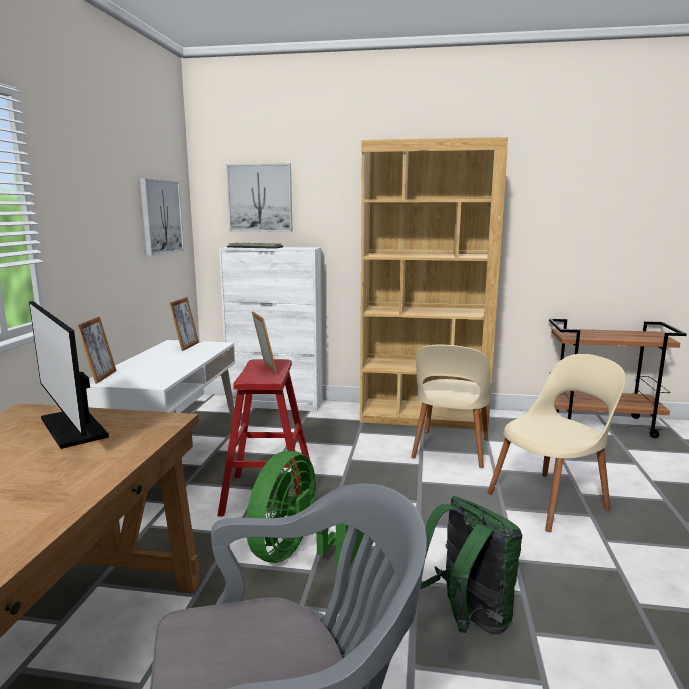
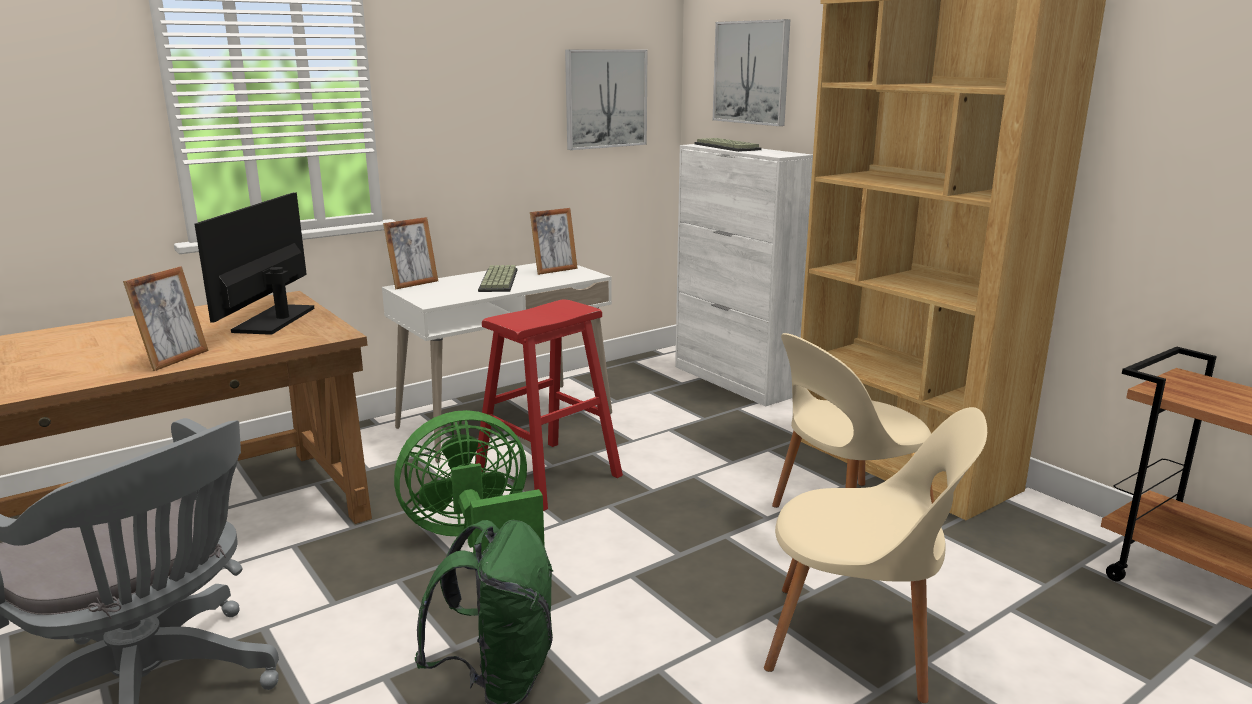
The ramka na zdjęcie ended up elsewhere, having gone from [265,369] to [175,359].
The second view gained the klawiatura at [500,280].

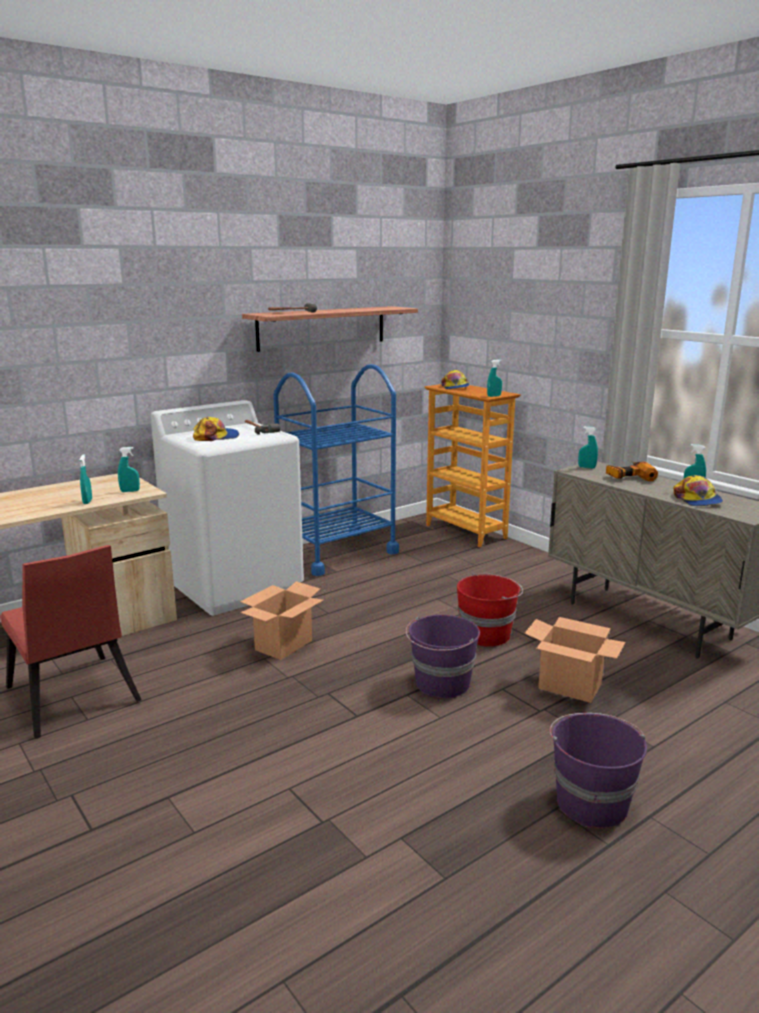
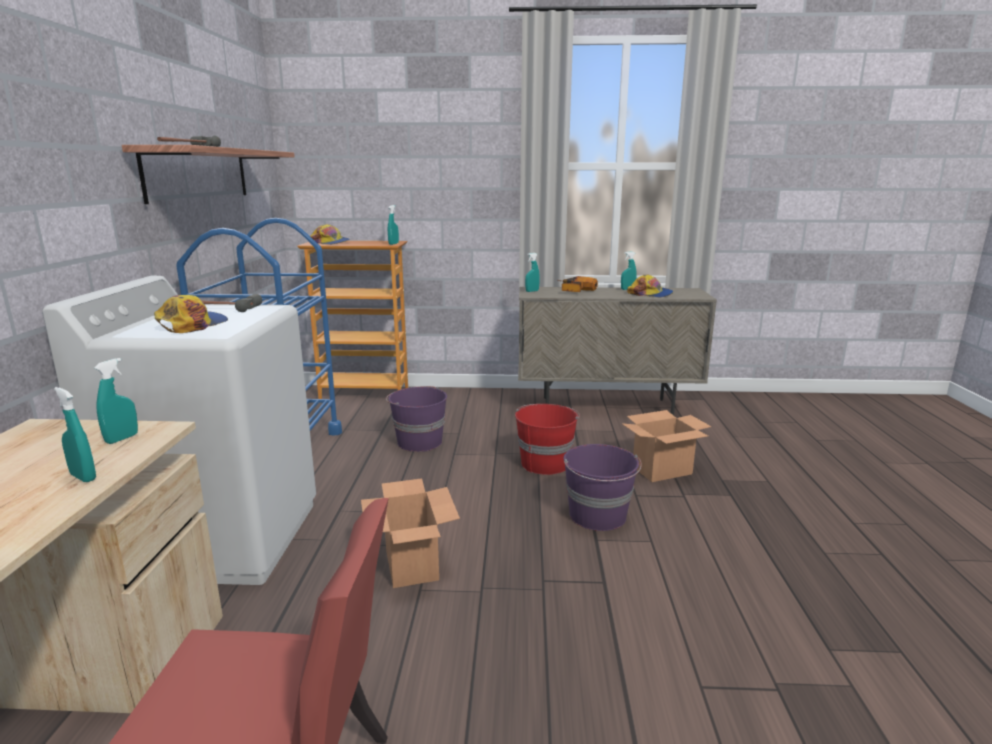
The wiadro/fioletowy ended up elsewhere, having gone from [591,802] to [418,441].

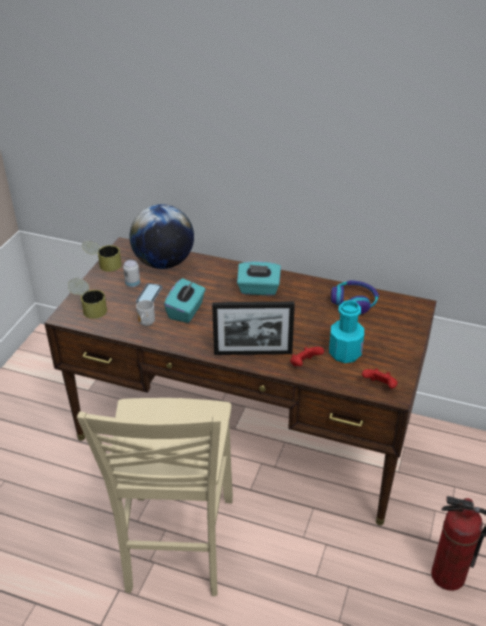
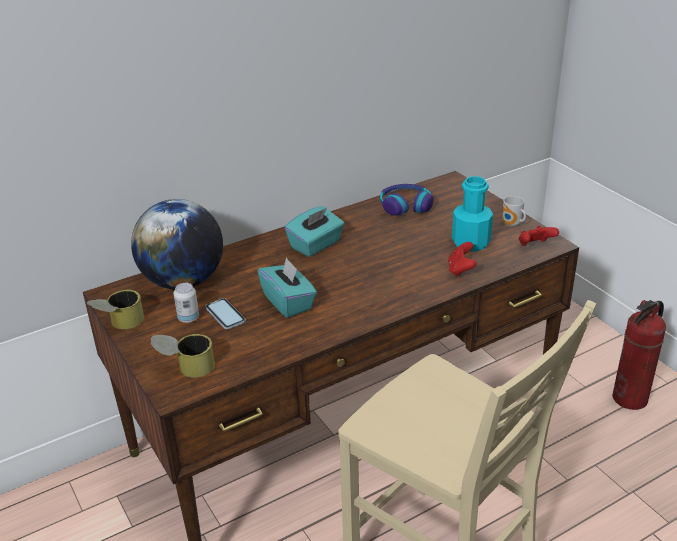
The kubek ended up elsewhere, having gone from [145,324] to [512,225].
The second view lost the ramka na zdjęcie at [253,353].

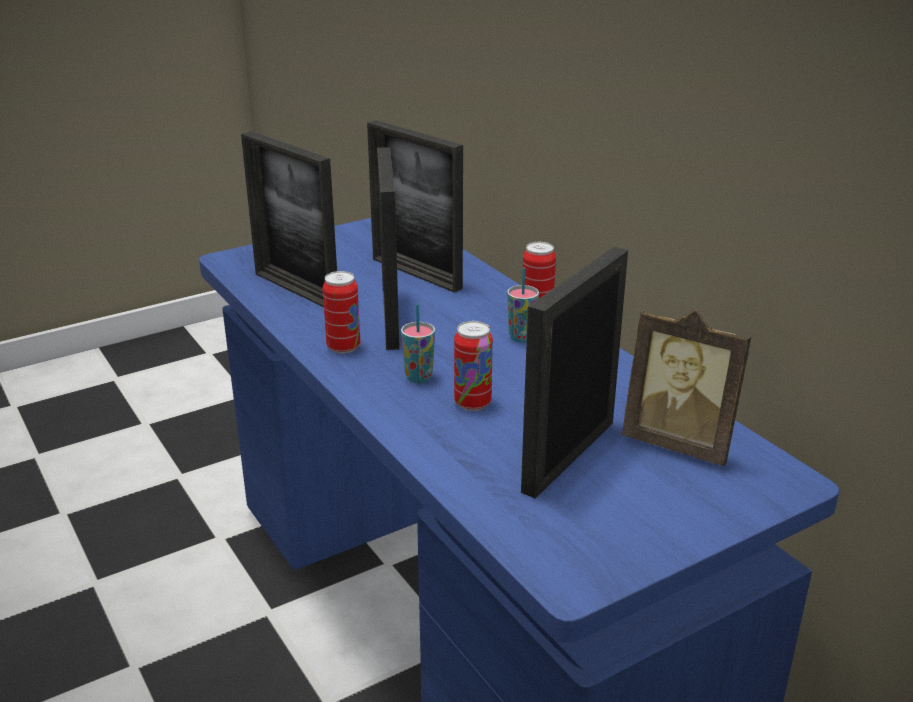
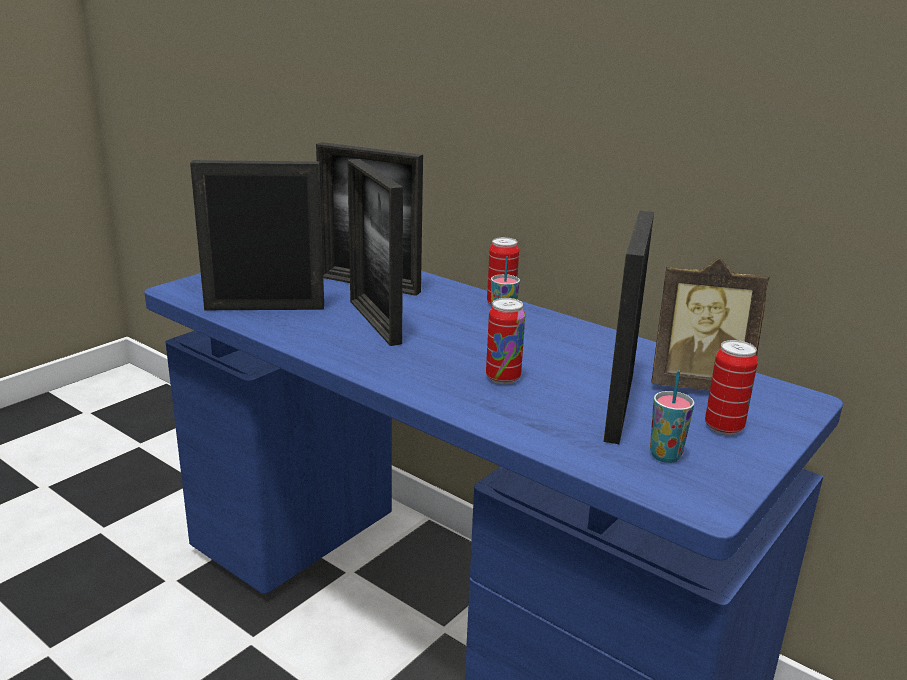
The ramka na zdjęcie at [296,289] ended up facing another way, 150 degrees clockwise from before.
The filiżanka ended up elsewhere, having gone from [419,377] to [665,456].
The puszka ended up elsewhere, having gone from [343,347] to [723,427].

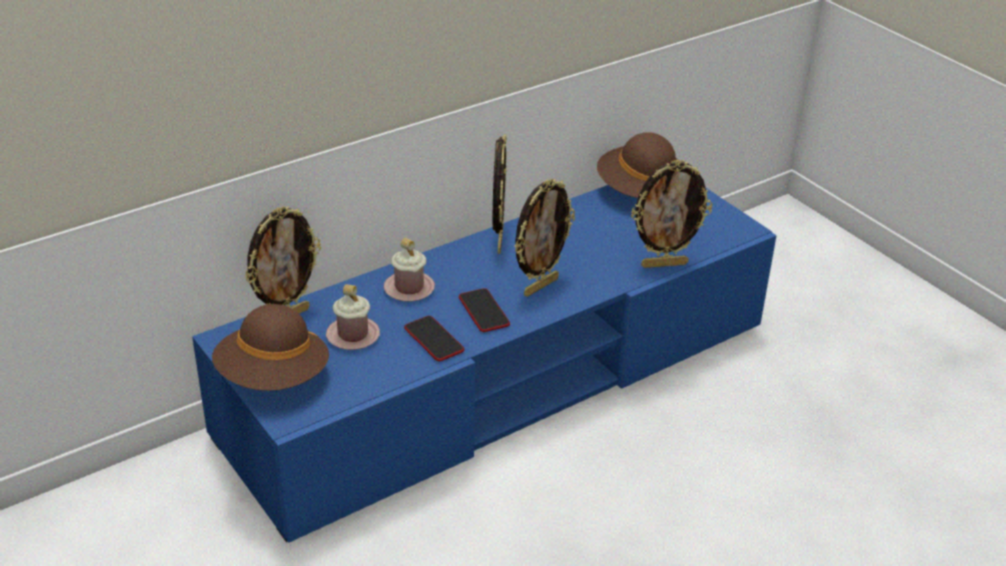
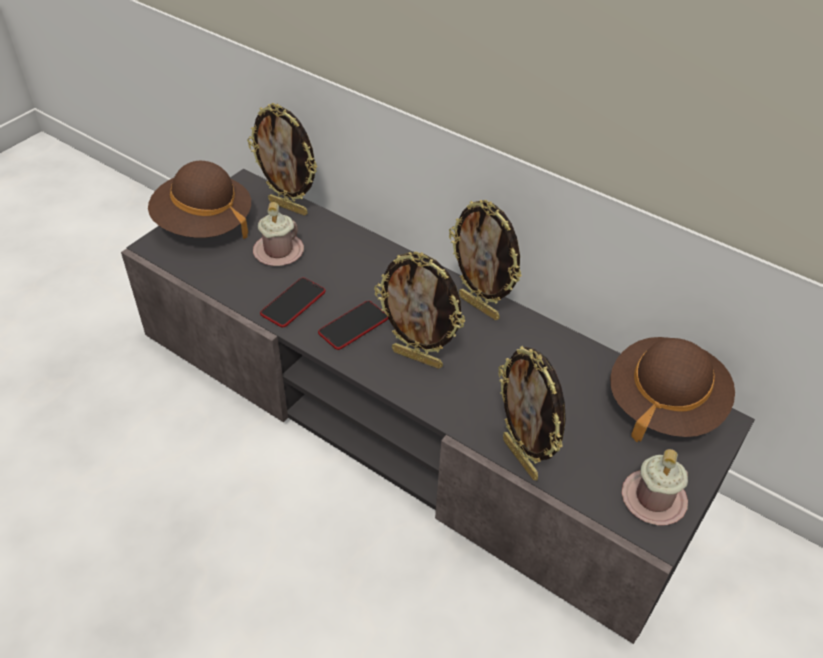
What was the szafka pod telewizor/niebieski at [500,381] turned into the szafka pod telewizor/szary at [408,415].
The ramka na zdjęcie at [498,241] ended up facing another way, 60 degrees clockwise from before.
The kubek/różowy ended up elsewhere, having gone from [409,288] to [653,499].

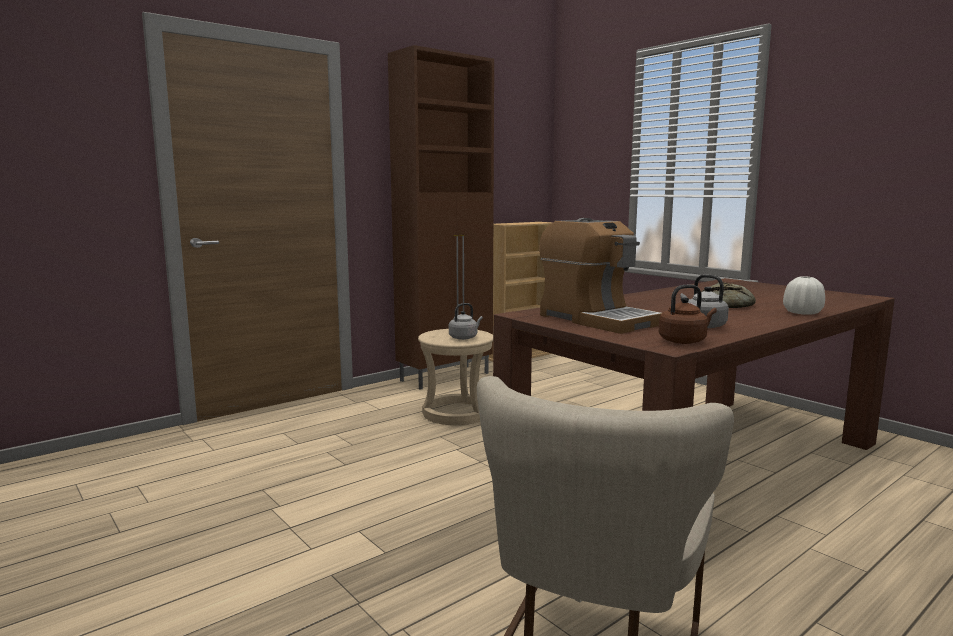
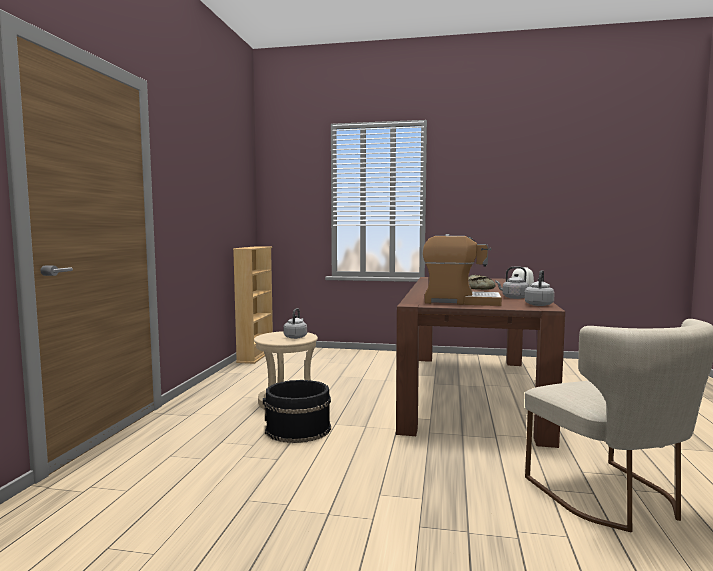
The second view gained the wiadro/czarny at [298,429].
What was the czajnik/brązowy at [684,341] turned into the czajnik/szary at [539,304].
The second view lost the szafka/brązowy at [446,377].

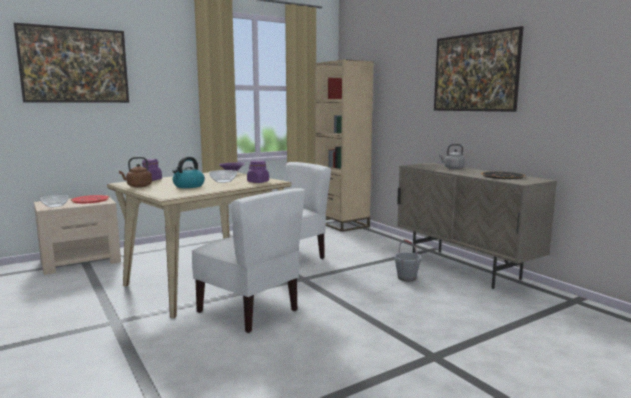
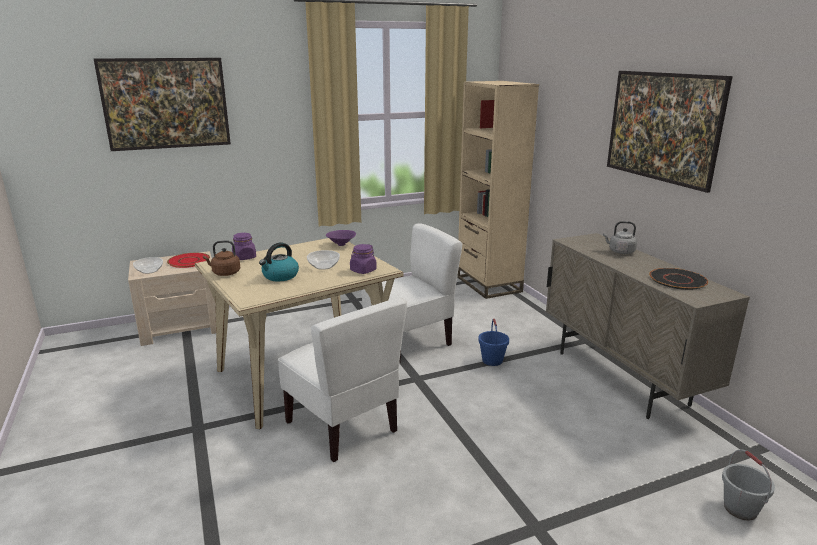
The second view gained the wiadro/niebieski at [492,360].
The wiadro/szary ended up elsewhere, having gone from [407,278] to [740,509].

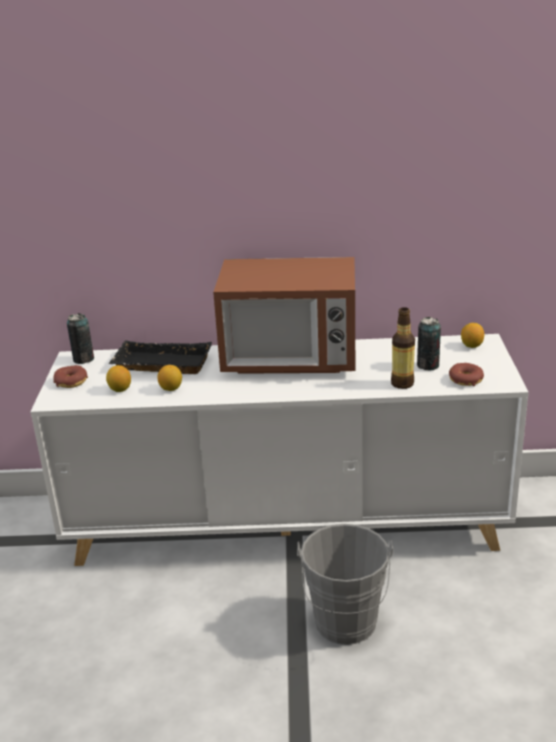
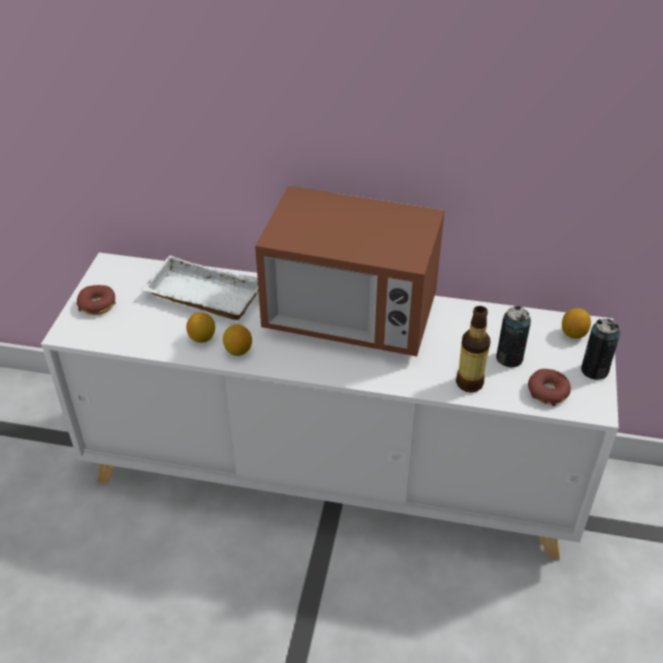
What was the taca/czarny at [160,365] turned into the taca/biały at [201,297].
The cytryna ended up elsewhere, having gone from [120,389] to [238,351].
The puszka ended up elsewhere, having gone from [83,359] to [594,370].
The second view lost the wiadro/szary at [345,627].

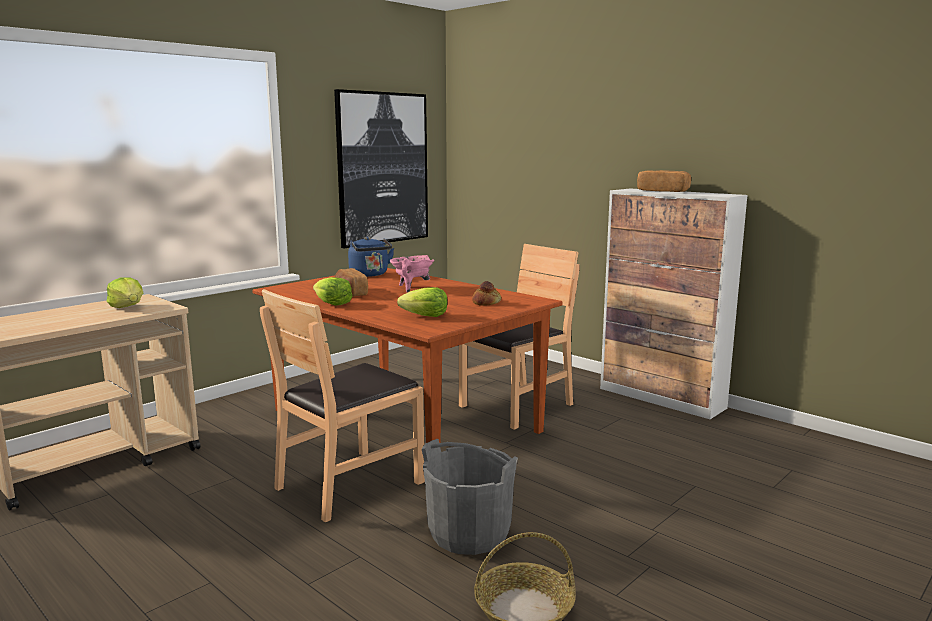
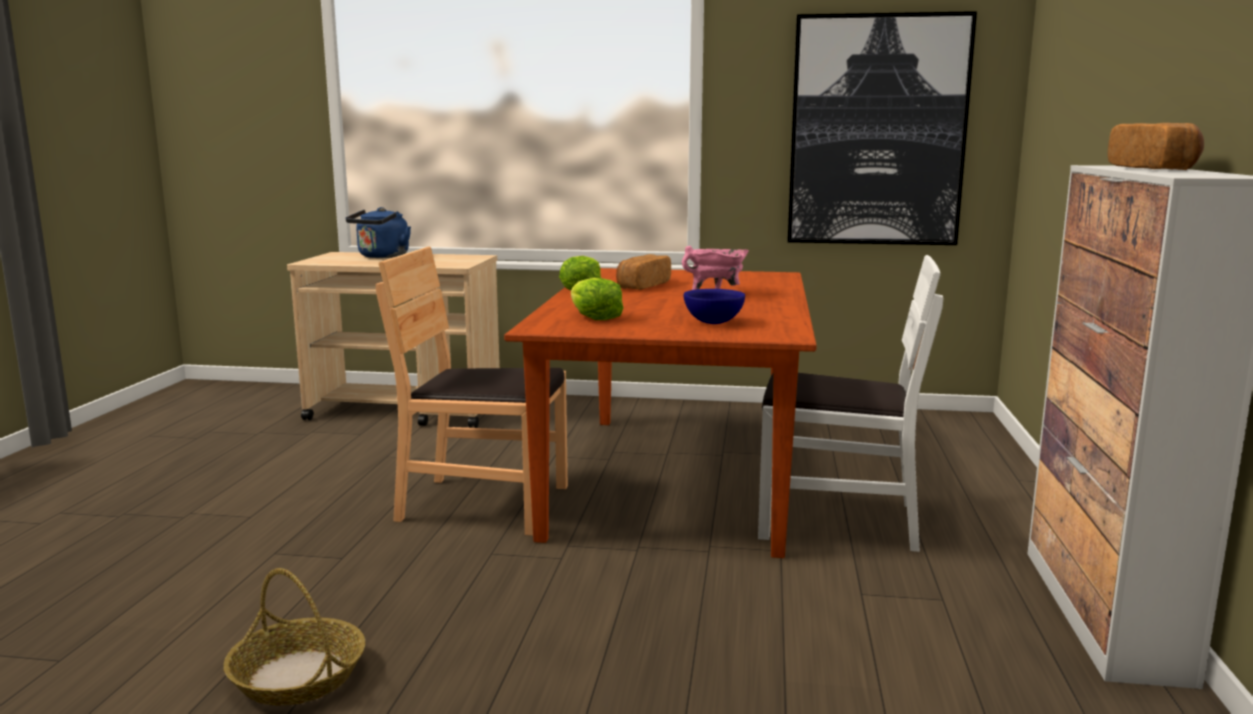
The czajnik/niebieski ended up elsewhere, having gone from [370,275] to [382,257].
Where the chleb stood at [486,303], the miska/niebieski came to stand at [714,323].
What was the krzesło/brązowy at [517,406] turned into the krzesło/biały at [837,519].
The second view lost the sałata at [128,307].
The second view lost the wiadro/szary at [469,533].

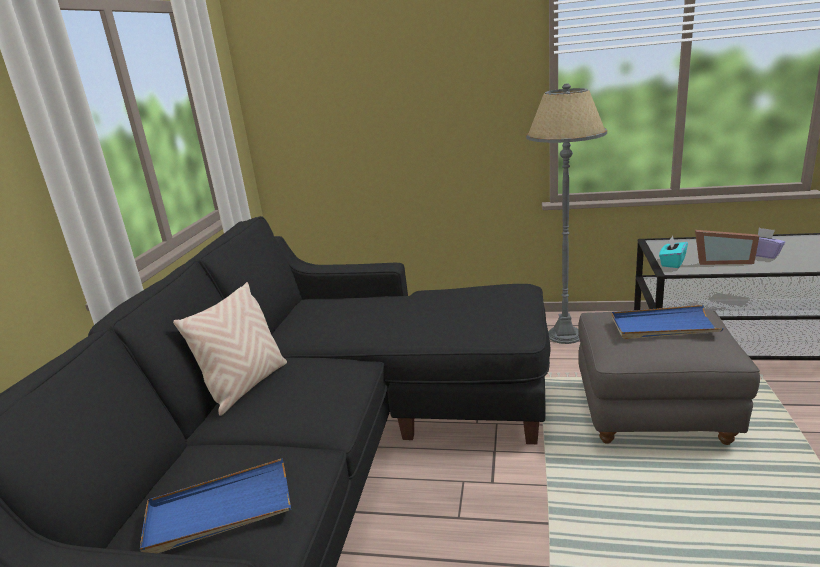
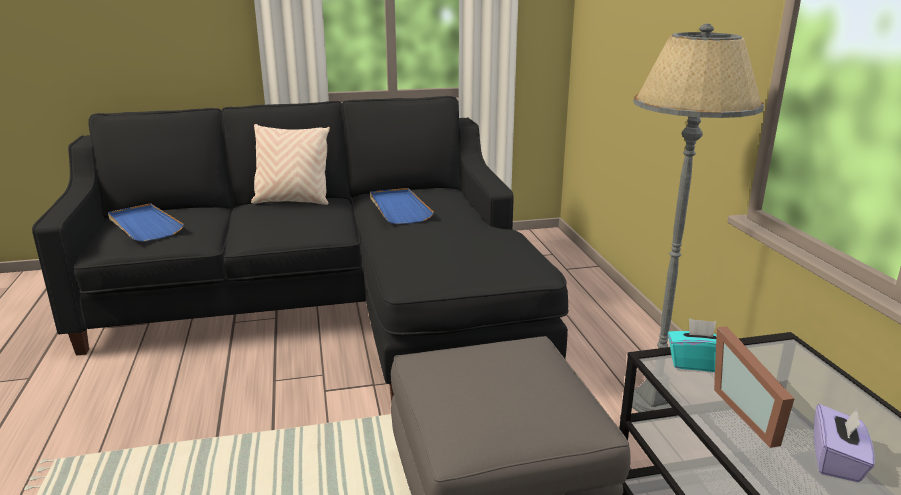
The taca/niebieski ended up elsewhere, having gone from [663,326] to [399,209].

